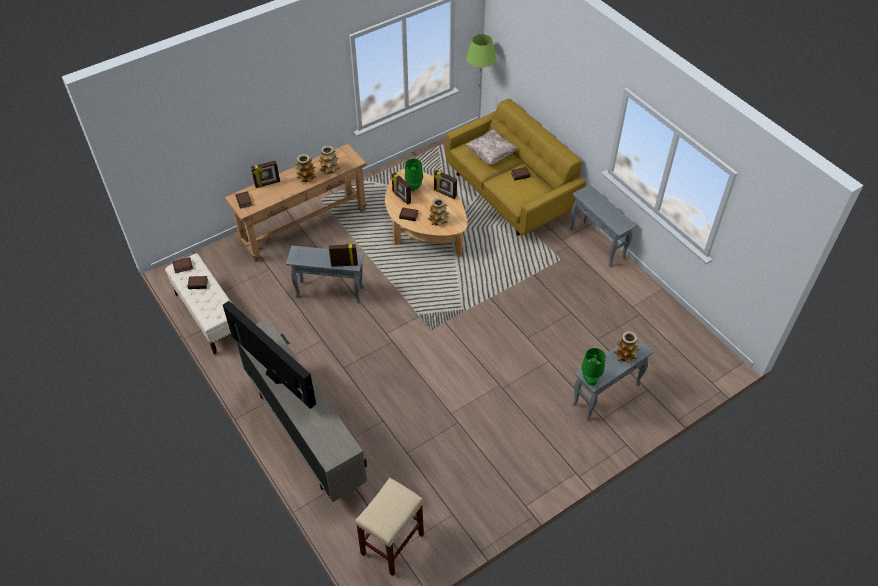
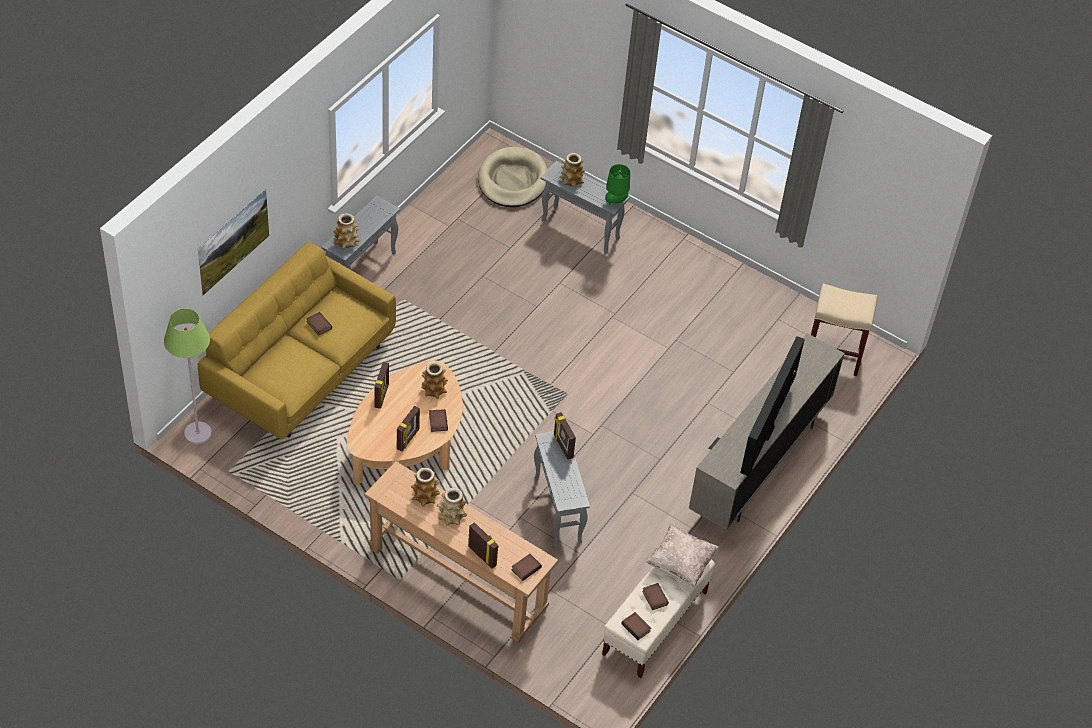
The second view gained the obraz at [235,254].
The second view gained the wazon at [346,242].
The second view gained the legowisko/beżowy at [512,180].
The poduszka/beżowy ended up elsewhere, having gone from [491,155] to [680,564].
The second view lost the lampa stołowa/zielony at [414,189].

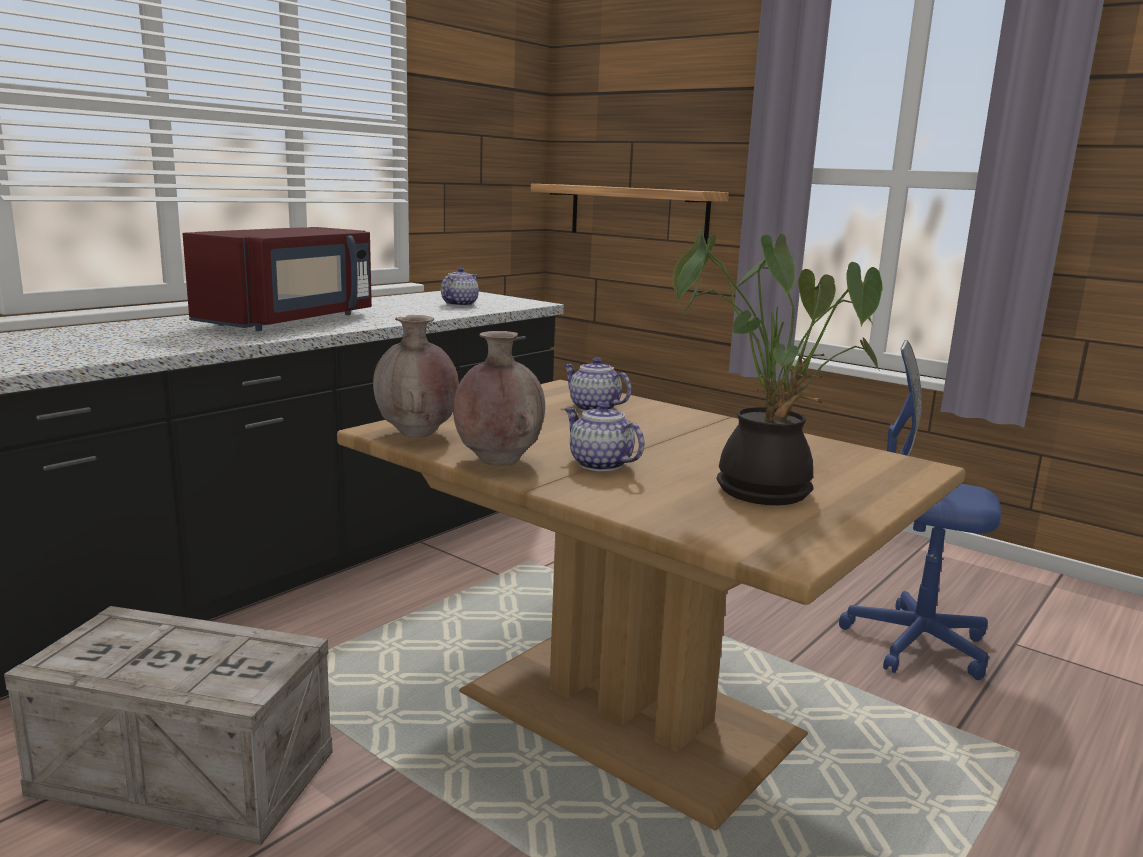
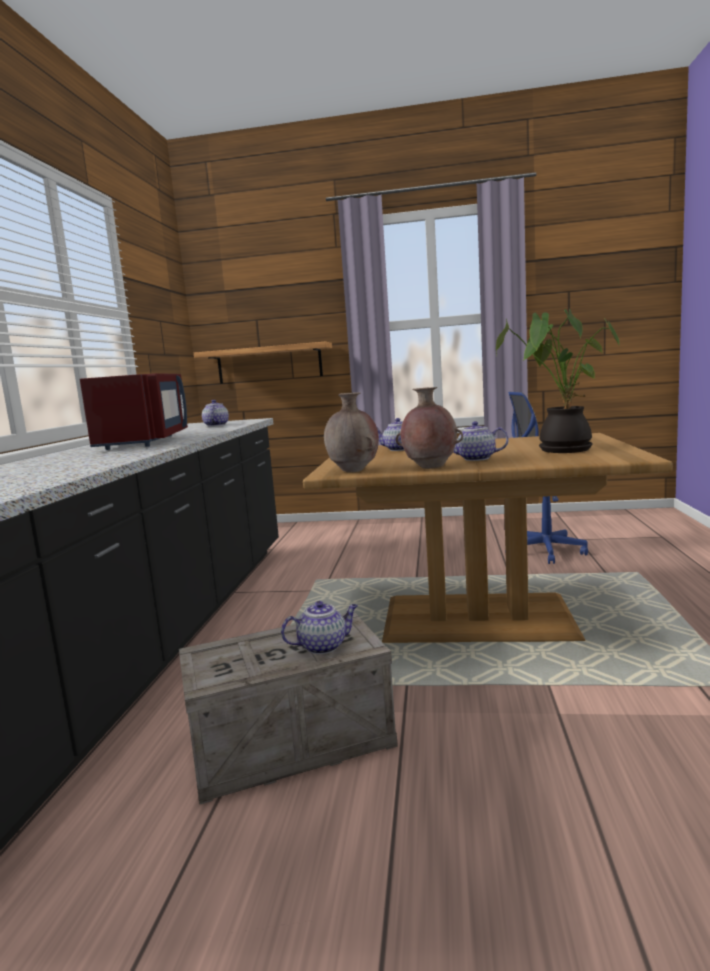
The second view gained the imbryk at [323,646].

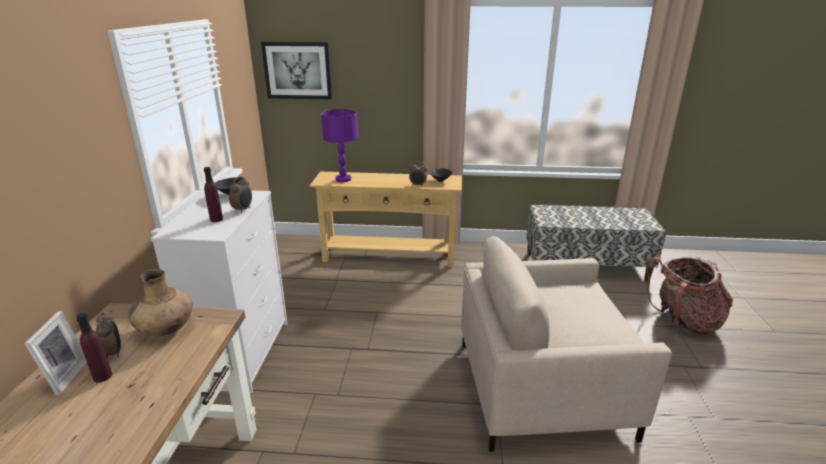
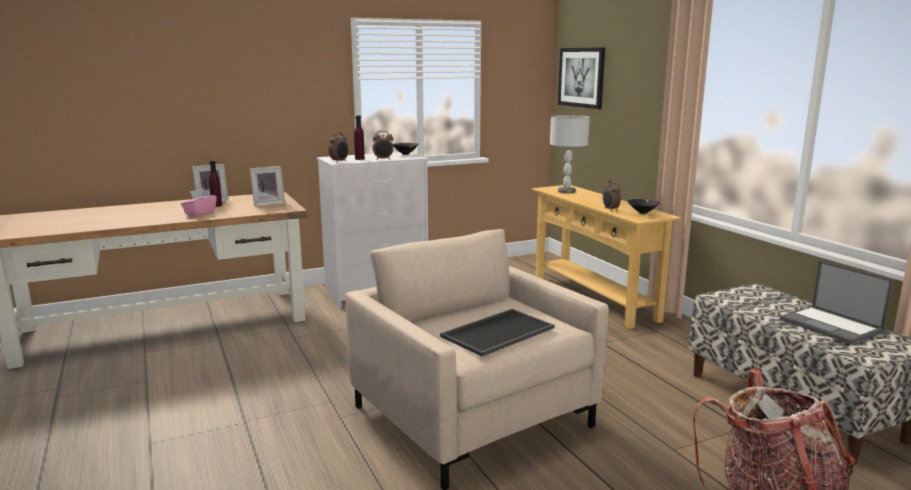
The second view gained the pudełko chusteczek/różowy at [200,213].
Where the wazon/brązowy stood at [166,329], the ramka na zdjęcie came to stand at [268,204].
The budzik ended up elsewhere, having gone from [114,352] to [339,162].
The second view gained the taca at [498,333].
What was the lampa stołowa/fioletowy at [343,179] turned into the lampa stołowa/szary at [566,191].
The second view gained the laptop at [832,325].

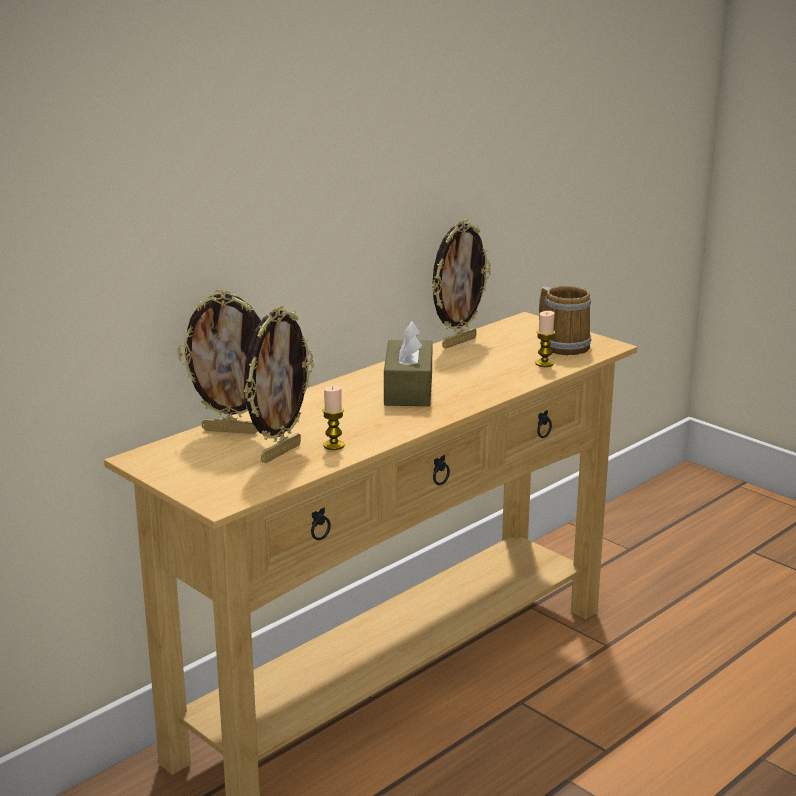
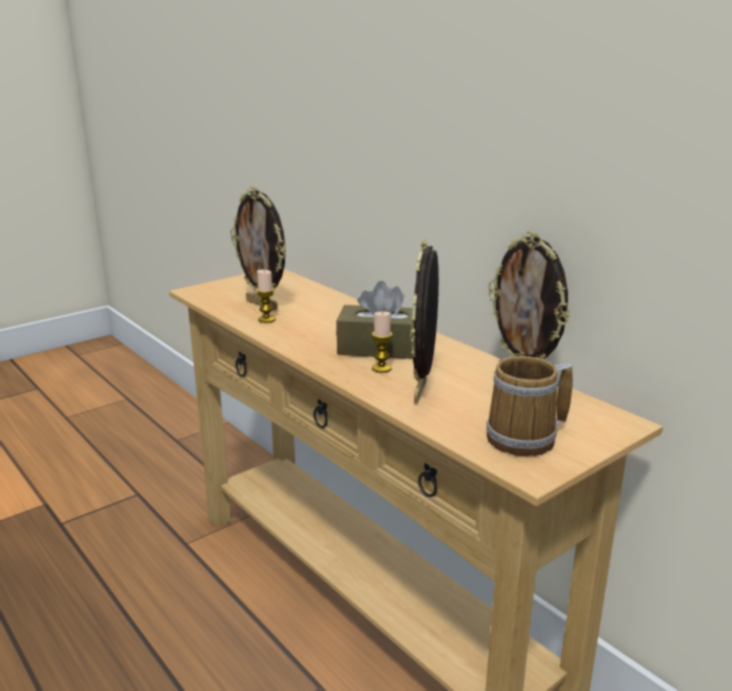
The świeca ended up elsewhere, having gone from [544,363] to [381,368].
The ramka na zdjęcie ended up elsewhere, having gone from [231,430] to [422,392].

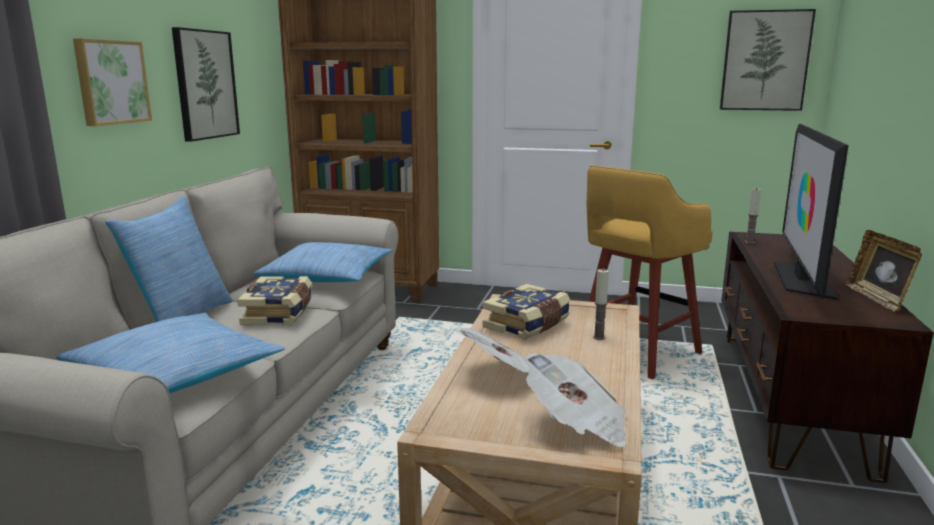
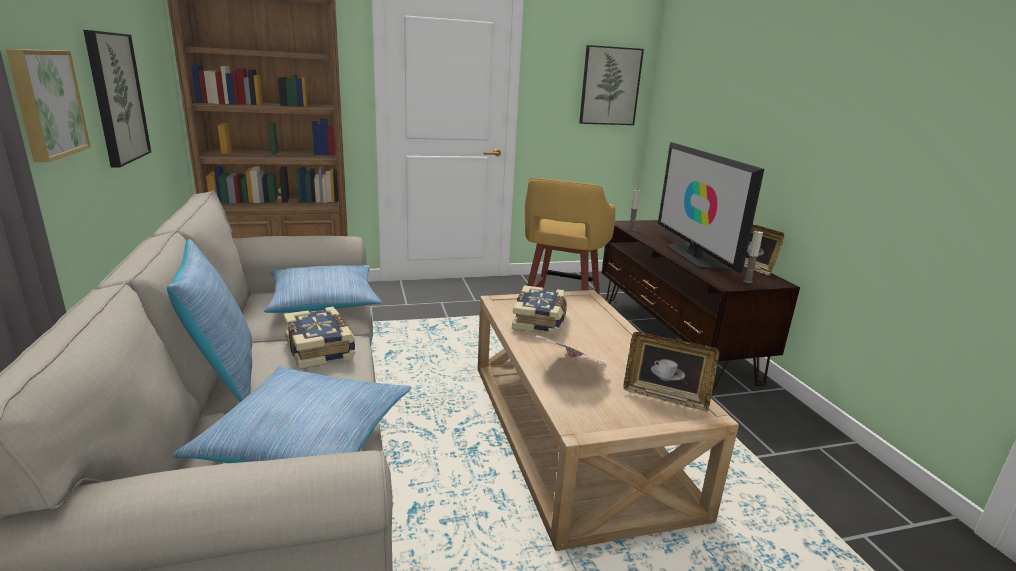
Where the gazeta stood at [577,424], the ramka na zdjęcie came to stand at [665,397].
The świeca ended up elsewhere, having gone from [599,337] to [747,281].

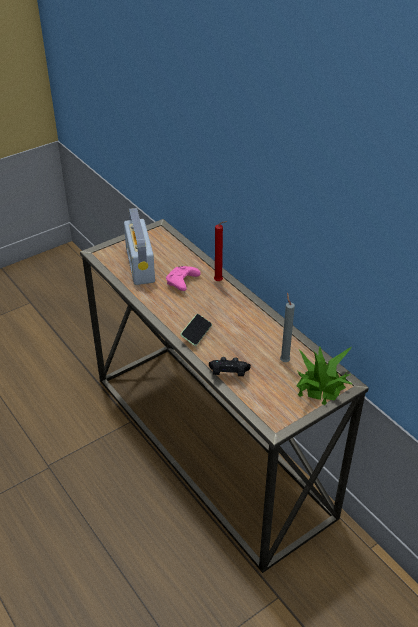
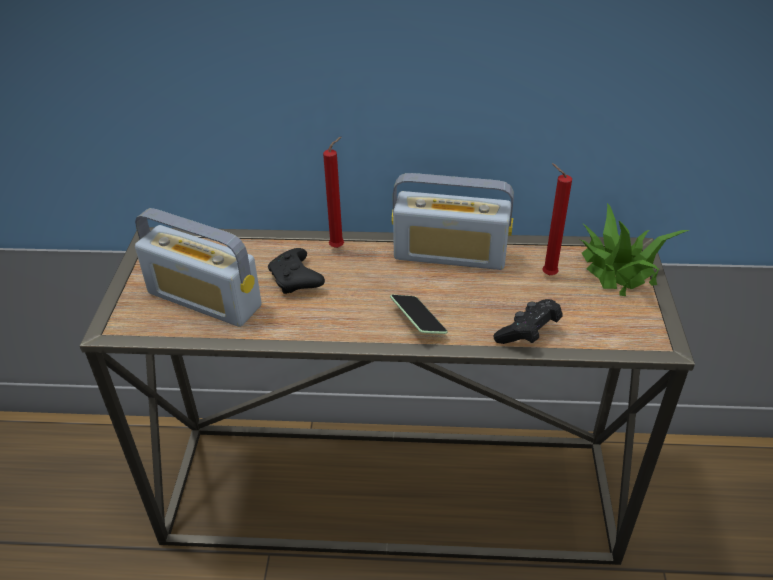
What was the pad do gier/różowy at [182,283] turned into the pad do gier/czarny at [296,280].
The second view gained the radio at [450,255].
What was the świeca/szary at [284,360] turned into the świeca/czerwony at [546,274].

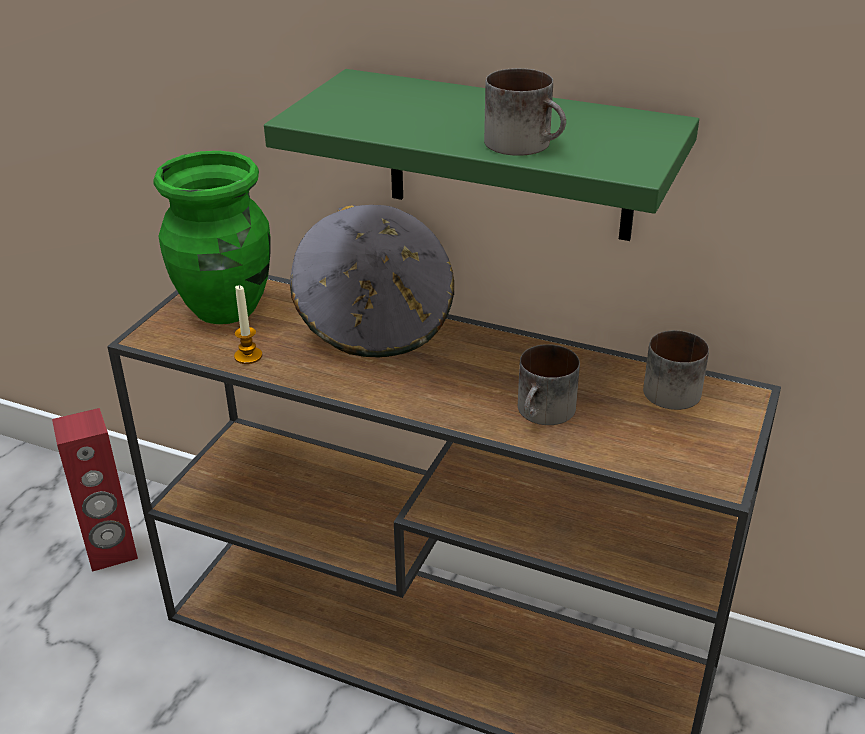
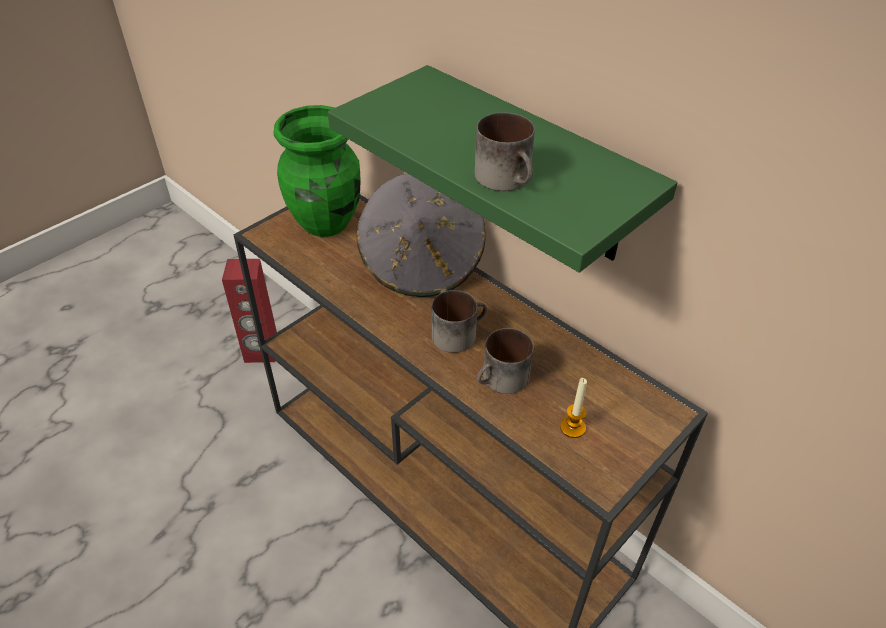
The kubek ended up elsewhere, having gone from [673,388] to [458,333].
The świeca ended up elsewhere, having gone from [248,356] to [572,427].

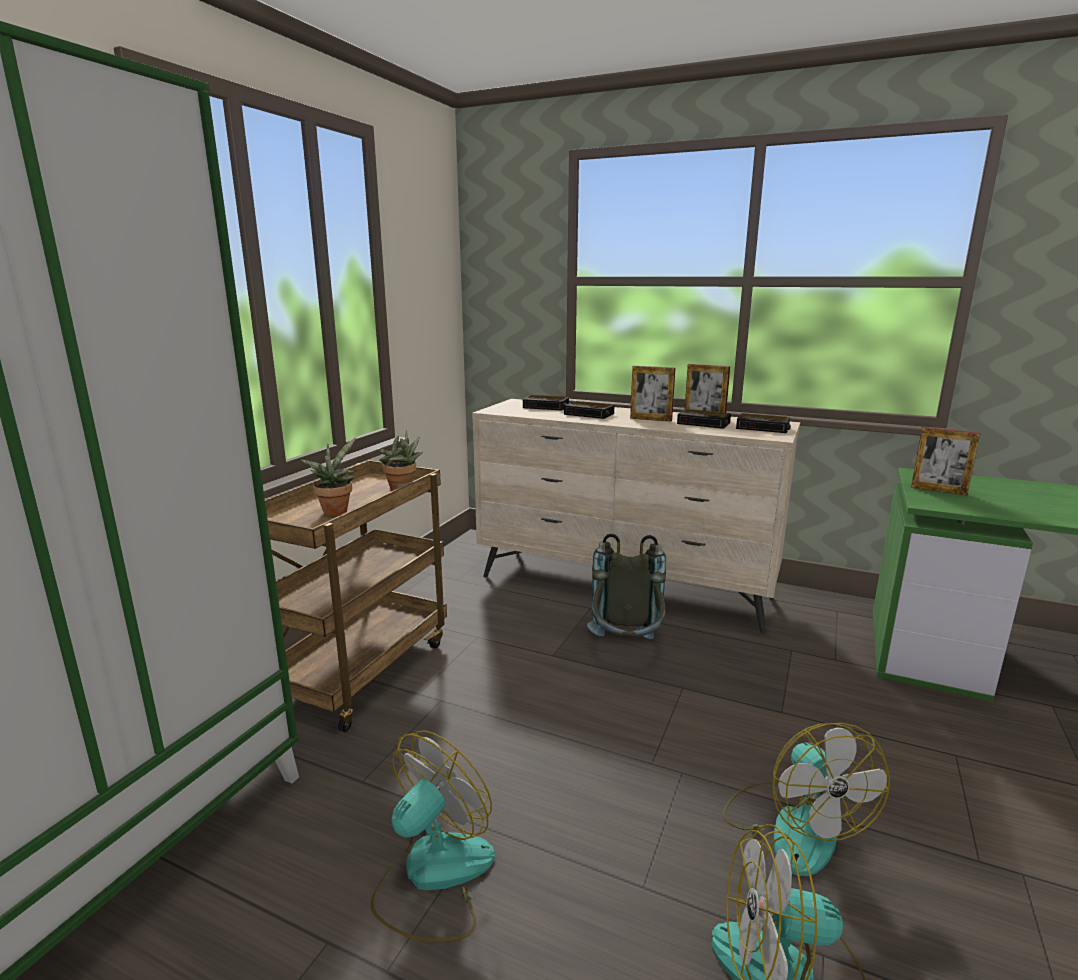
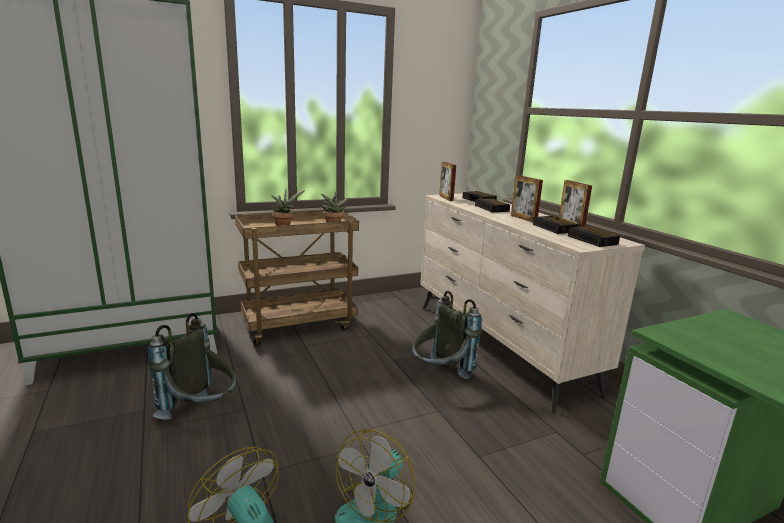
Where the wentylator stood at [433,876], the plecak/szary came to stand at [201,413].
The ramka na zdjęcie ended up elsewhere, having gone from [938,490] to [446,198].

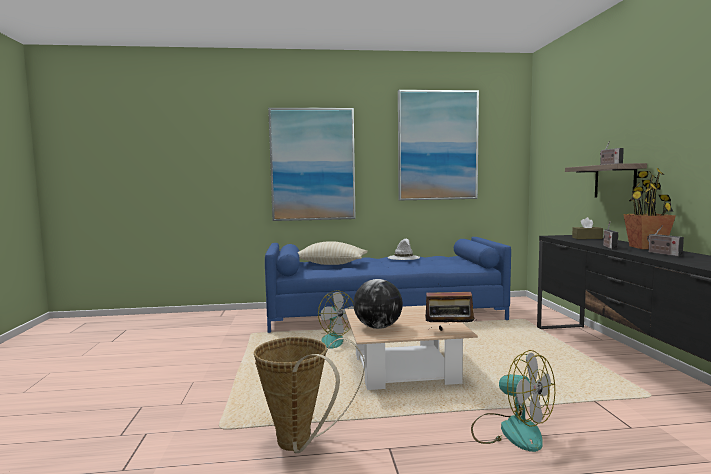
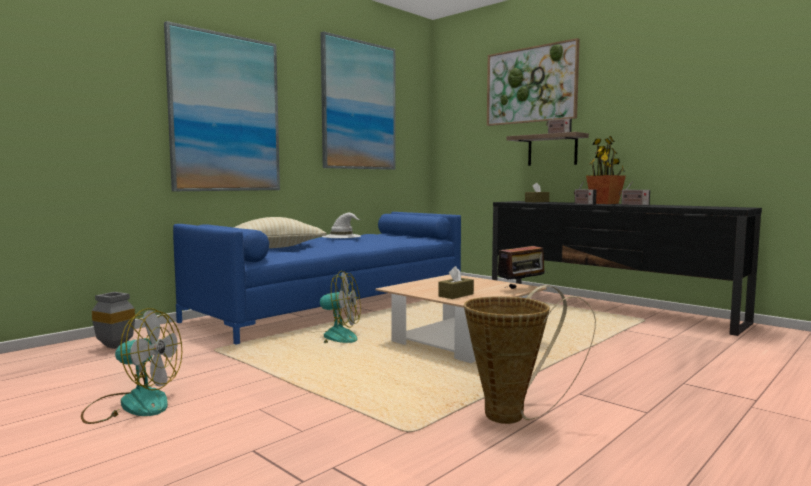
The wentylator ended up elsewhere, having gone from [510,431] to [132,404].
The second view gained the wazon/szary at [113,346].
Where the globus stood at [378,327], the pudełko chusteczek/brązowy came to stand at [456,295].
The second view gained the obraz at [531,85].

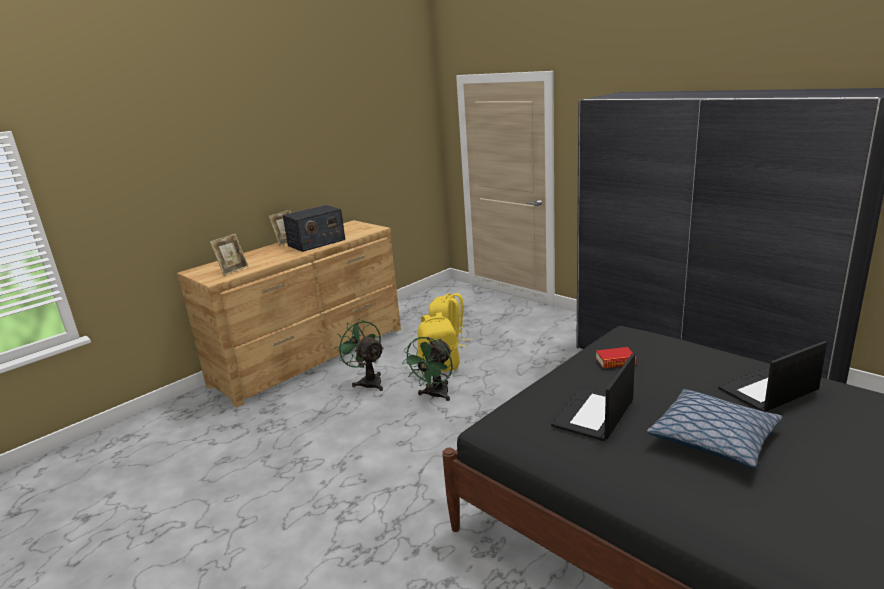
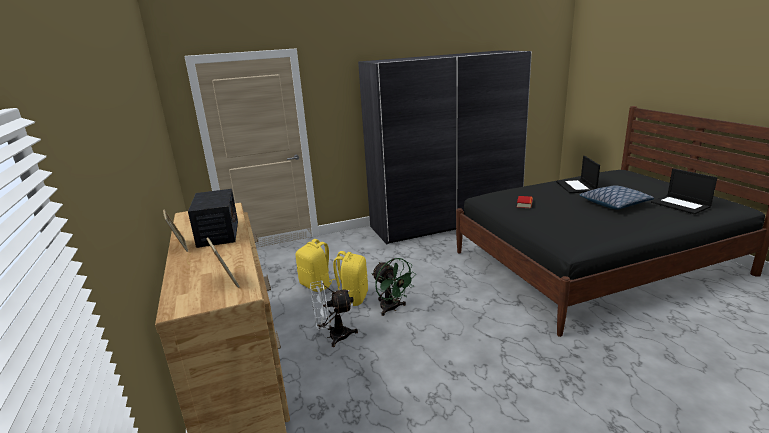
What was the wentylator/zielony at [368,381] turned into the wentylator/biały at [333,336].
The laptop ended up elsewhere, having gone from [593,414] to [681,205].

